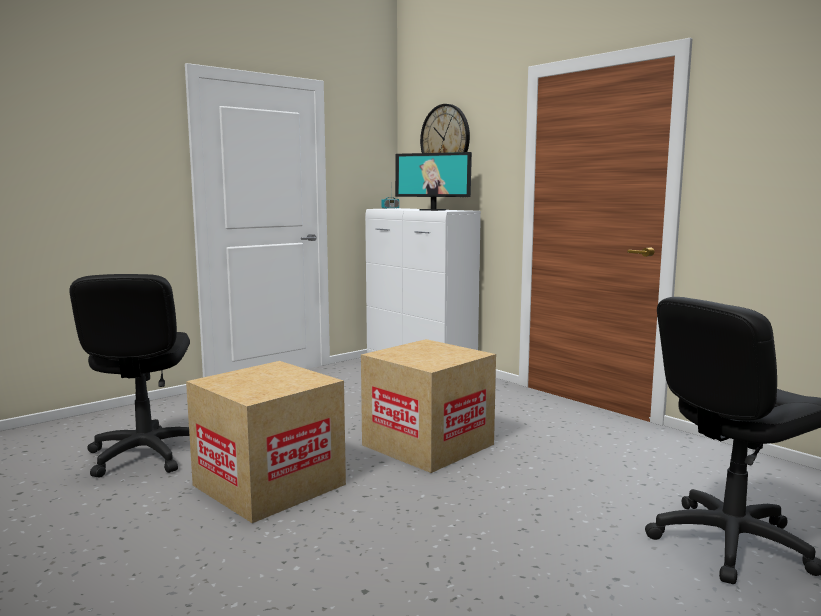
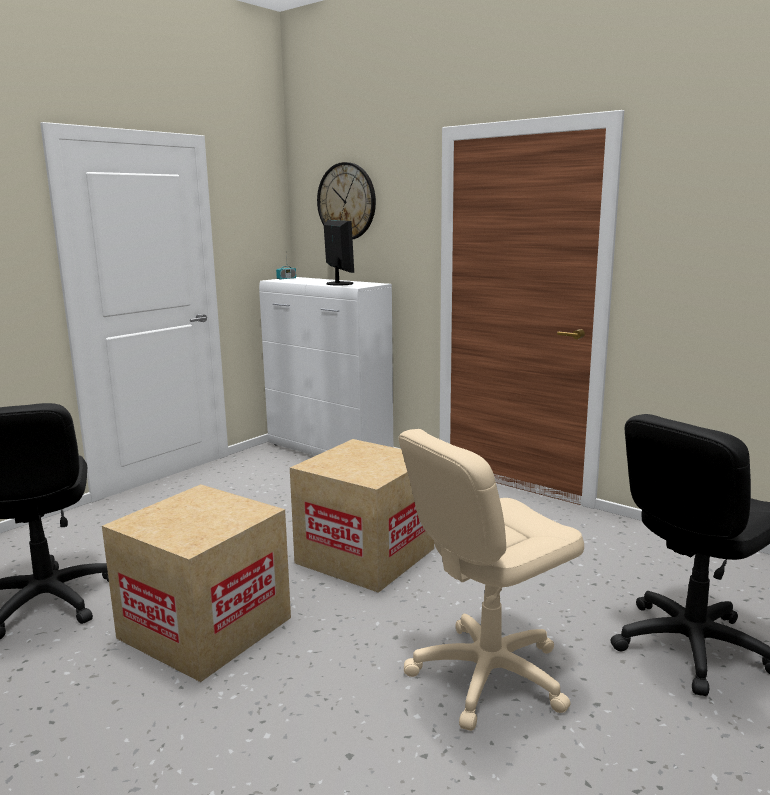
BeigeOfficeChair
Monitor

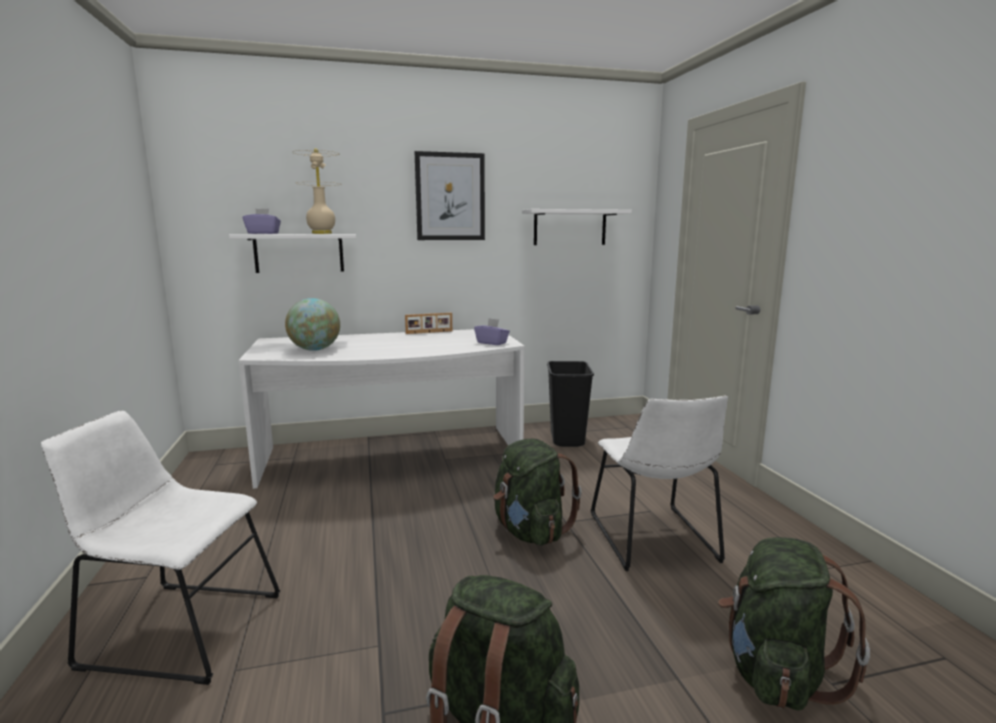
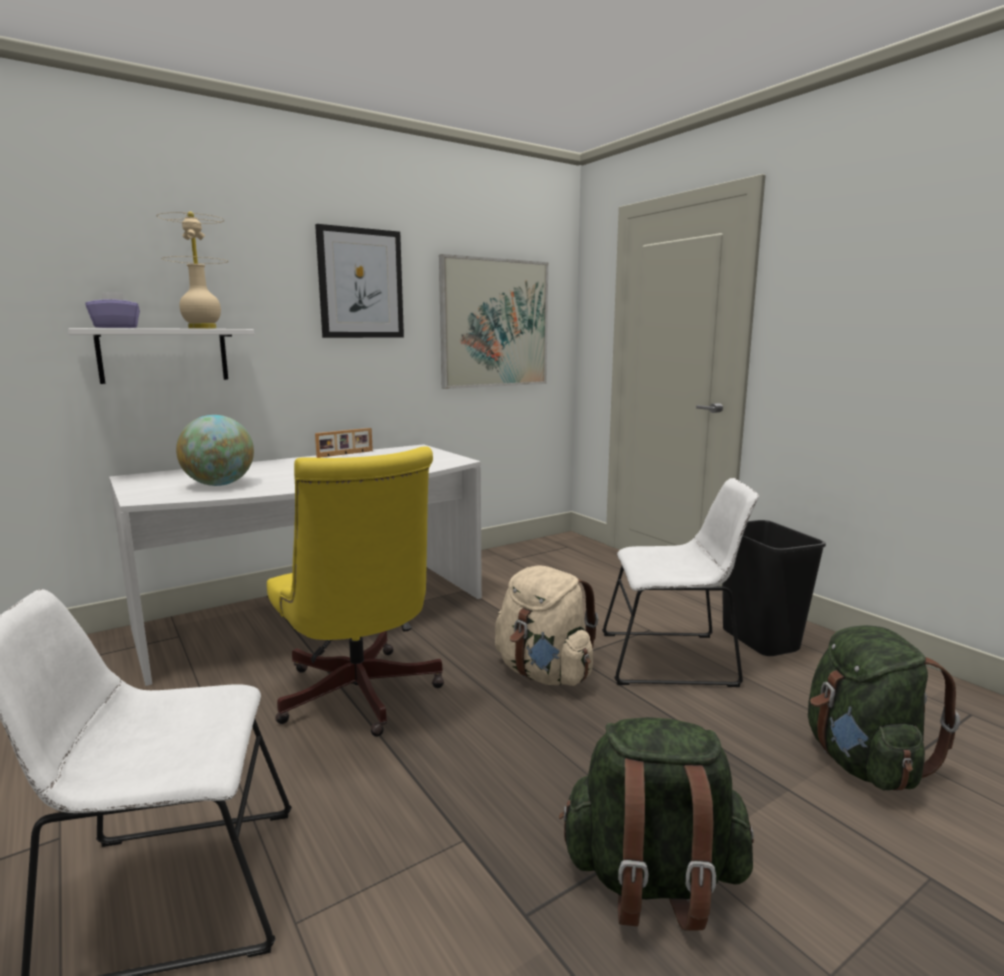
PurpleTissueBox (2nd from left in the first image)
YellowOfficeChair
BlackTrashCan
Picture (2nd from left)
BeigeBackpack
WhiteChair (2nd from left)

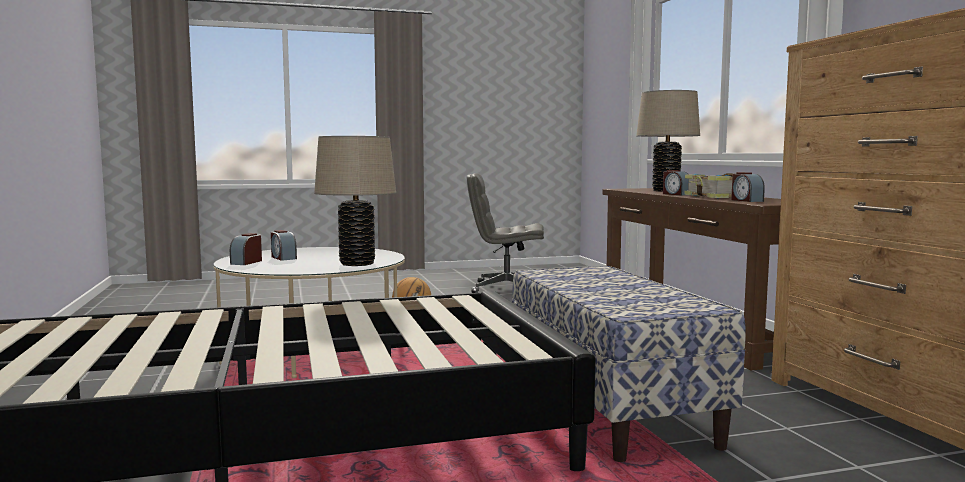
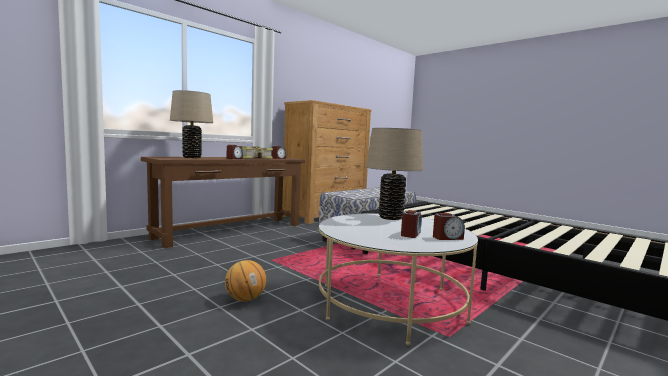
GreyOfficeChair

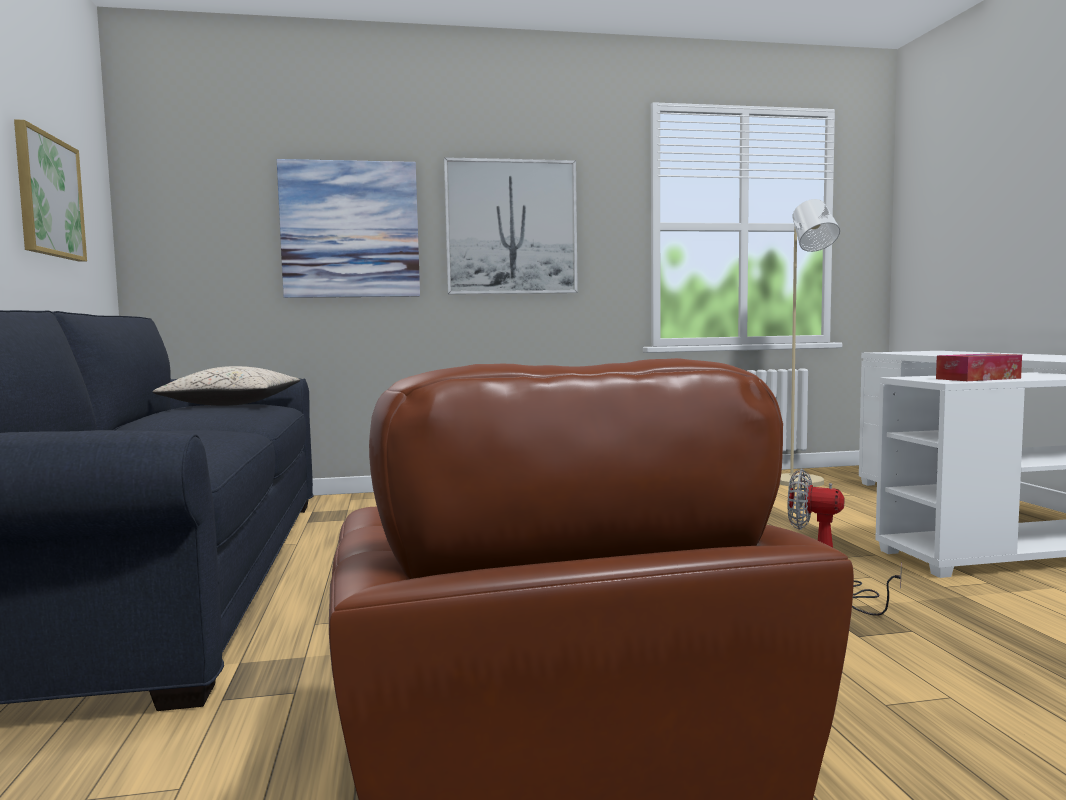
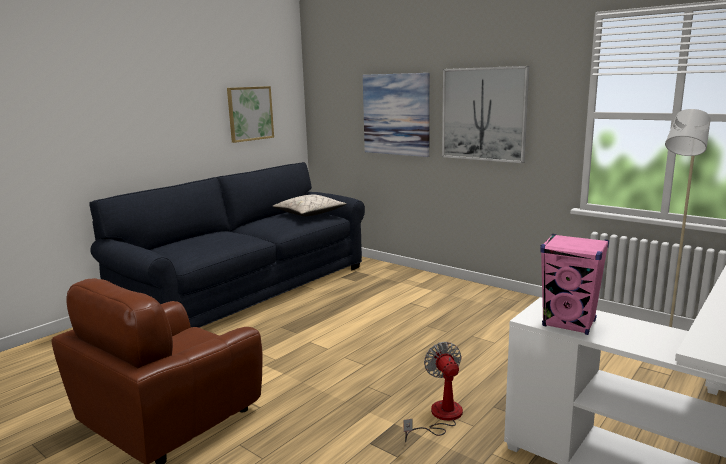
PinkSpeaker

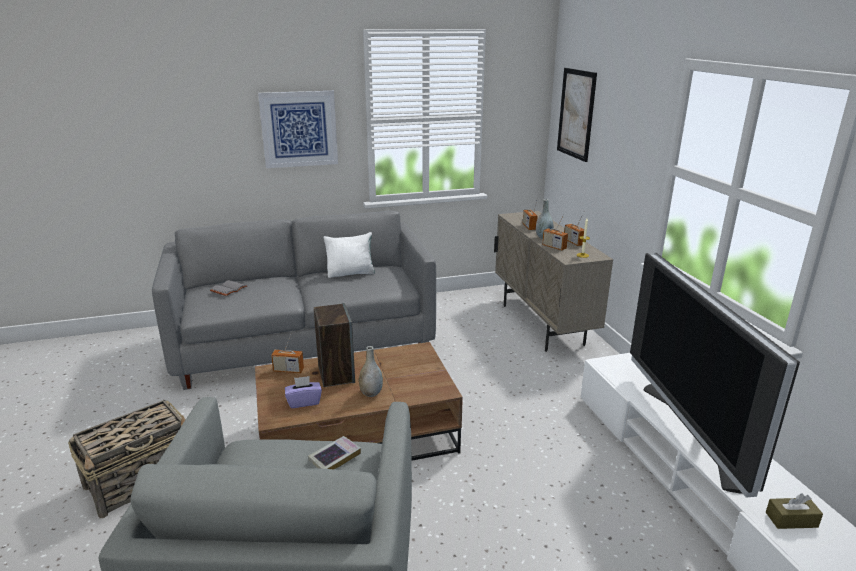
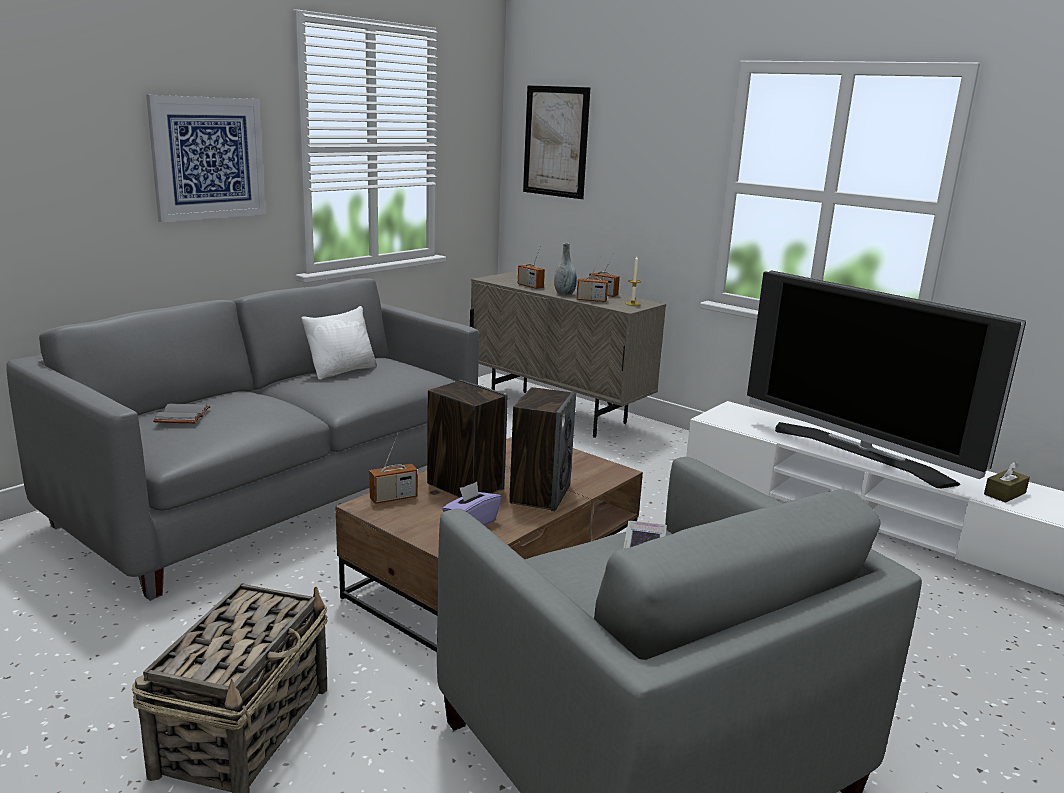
Speaker (2nd from left)

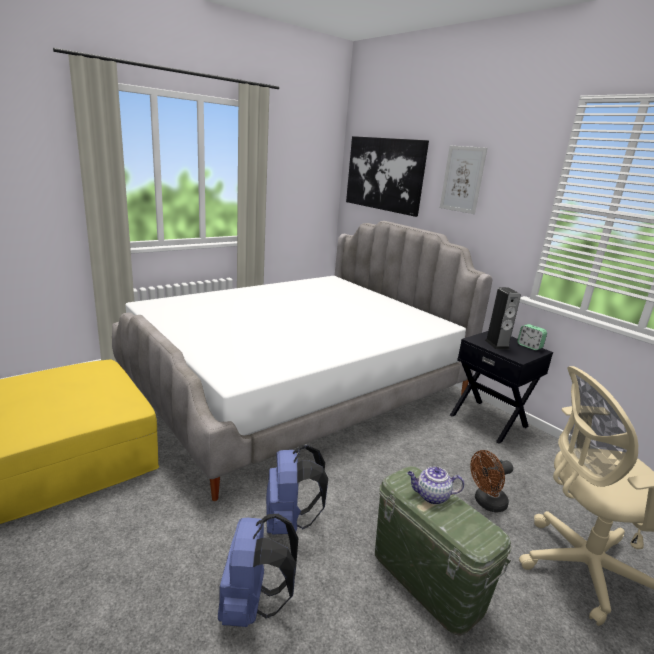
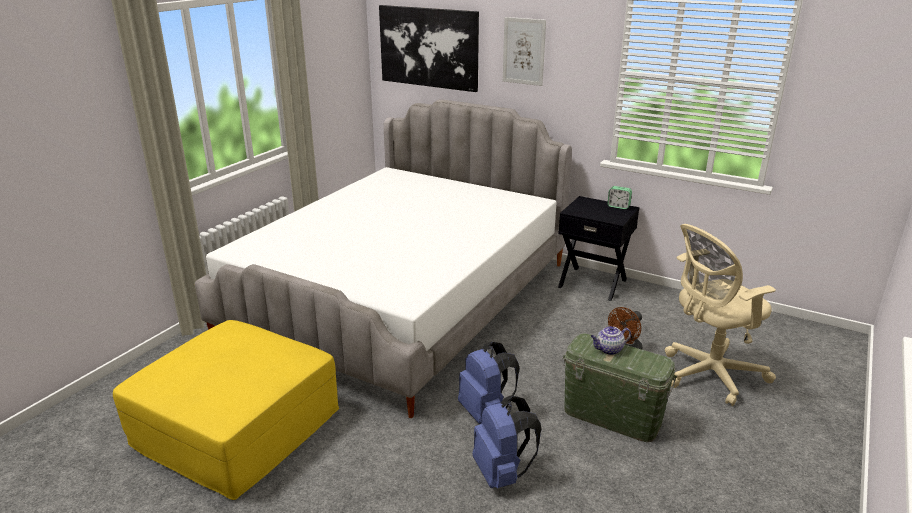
Speaker

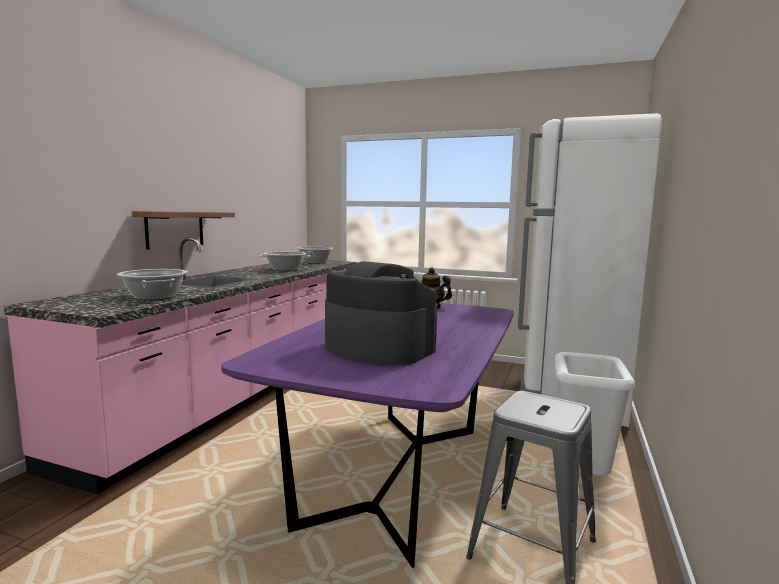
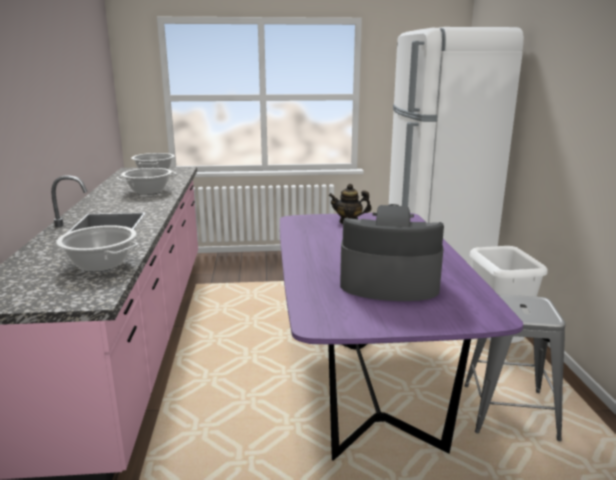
Shelf

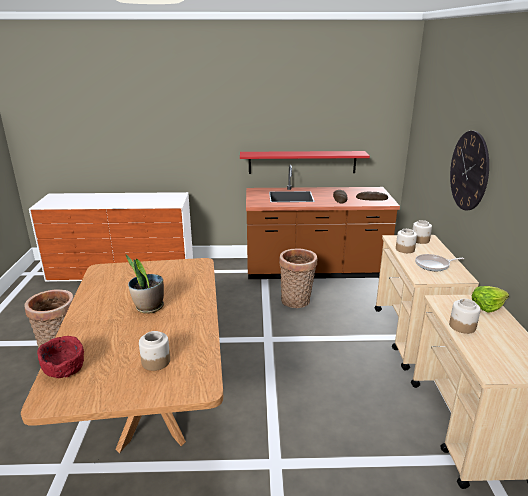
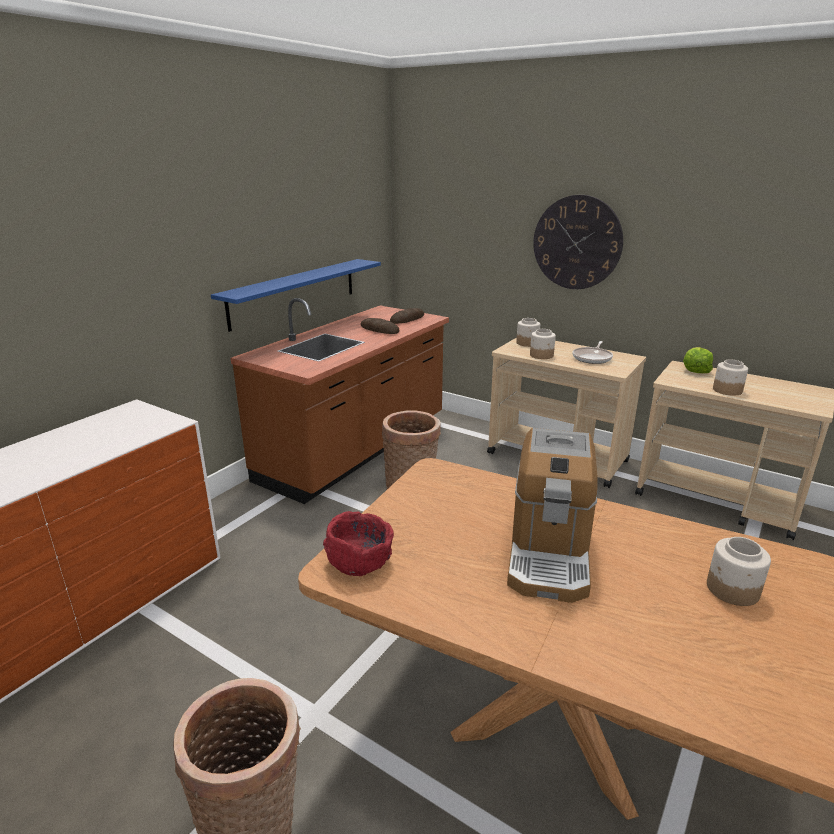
RedBowl
CoffeeMachine
BlueShelf

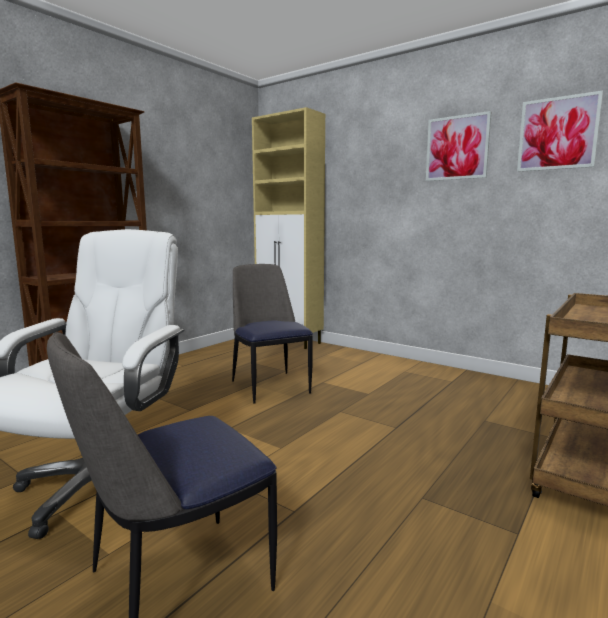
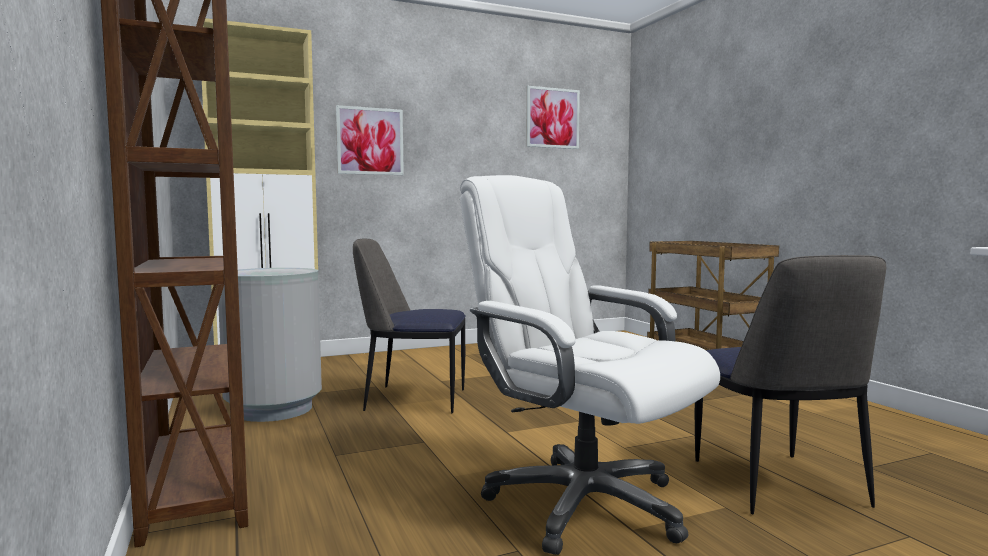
GreyTrashCan
Picture (1st from left)

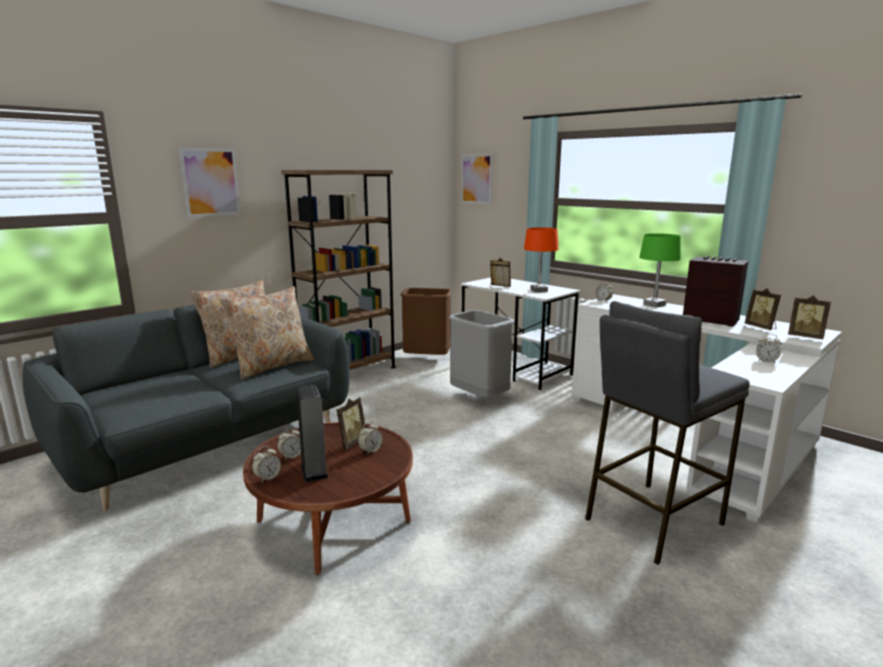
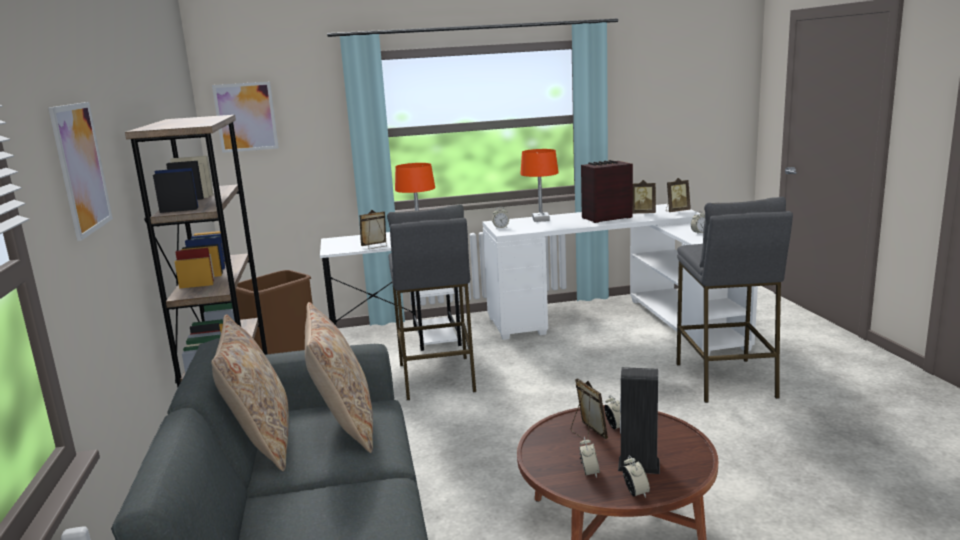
GreyStool (1st from left)
OrangeTableLamp (2nd from left)

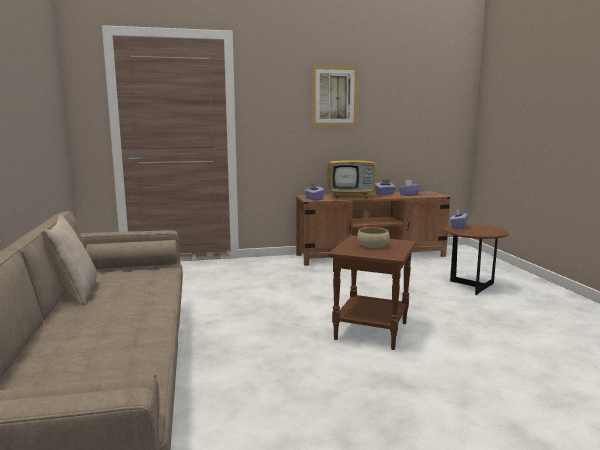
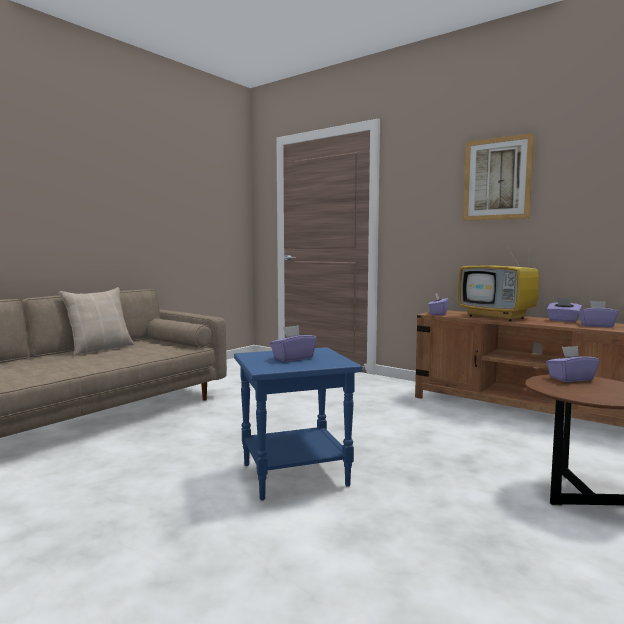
PurpleTissueBox (1st from left)
BlueSideTable

